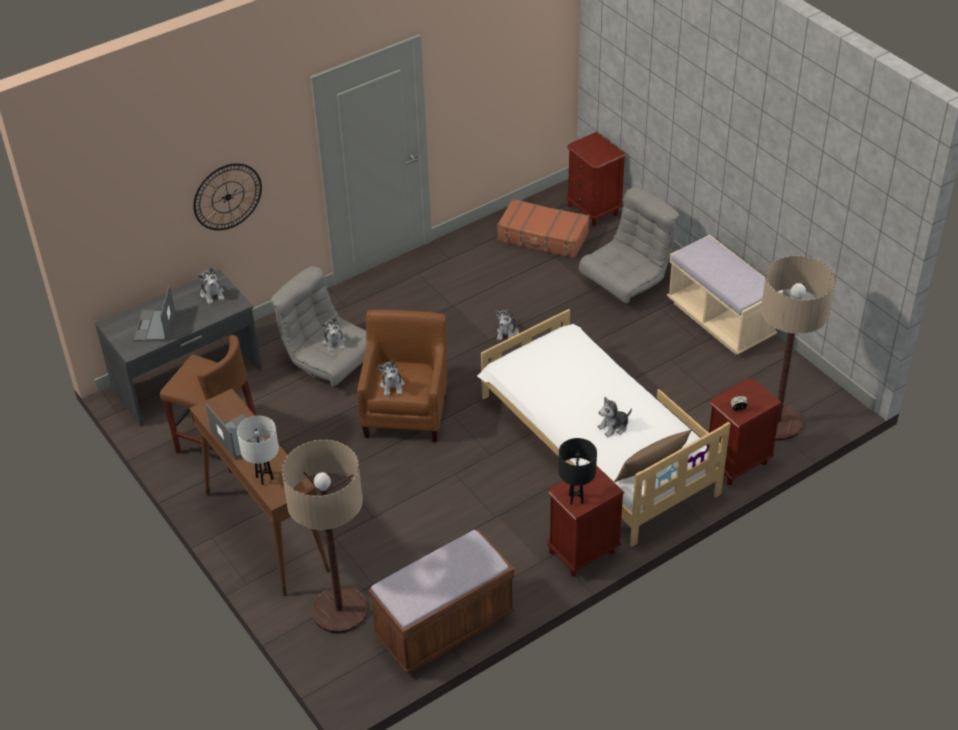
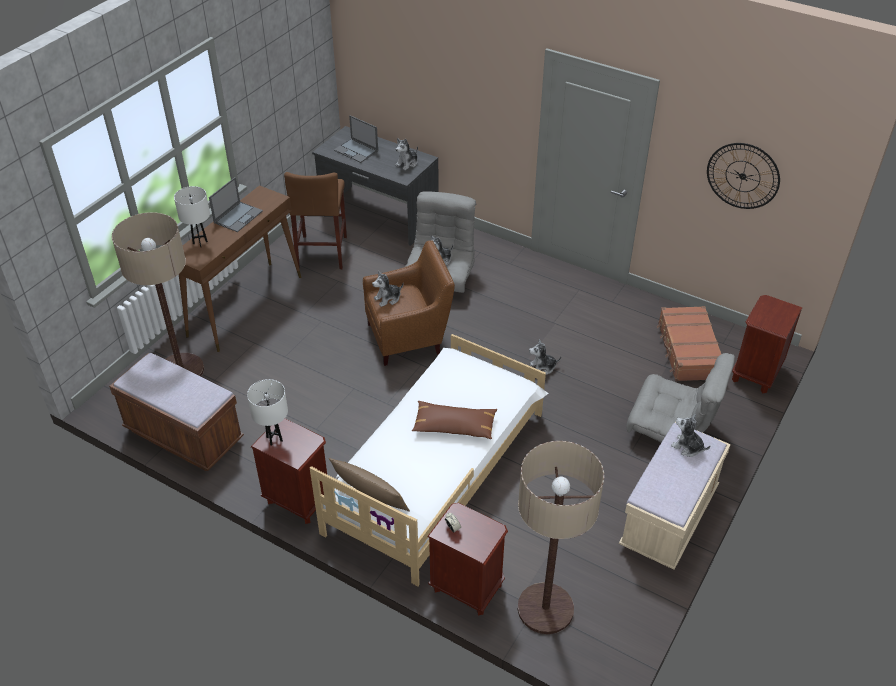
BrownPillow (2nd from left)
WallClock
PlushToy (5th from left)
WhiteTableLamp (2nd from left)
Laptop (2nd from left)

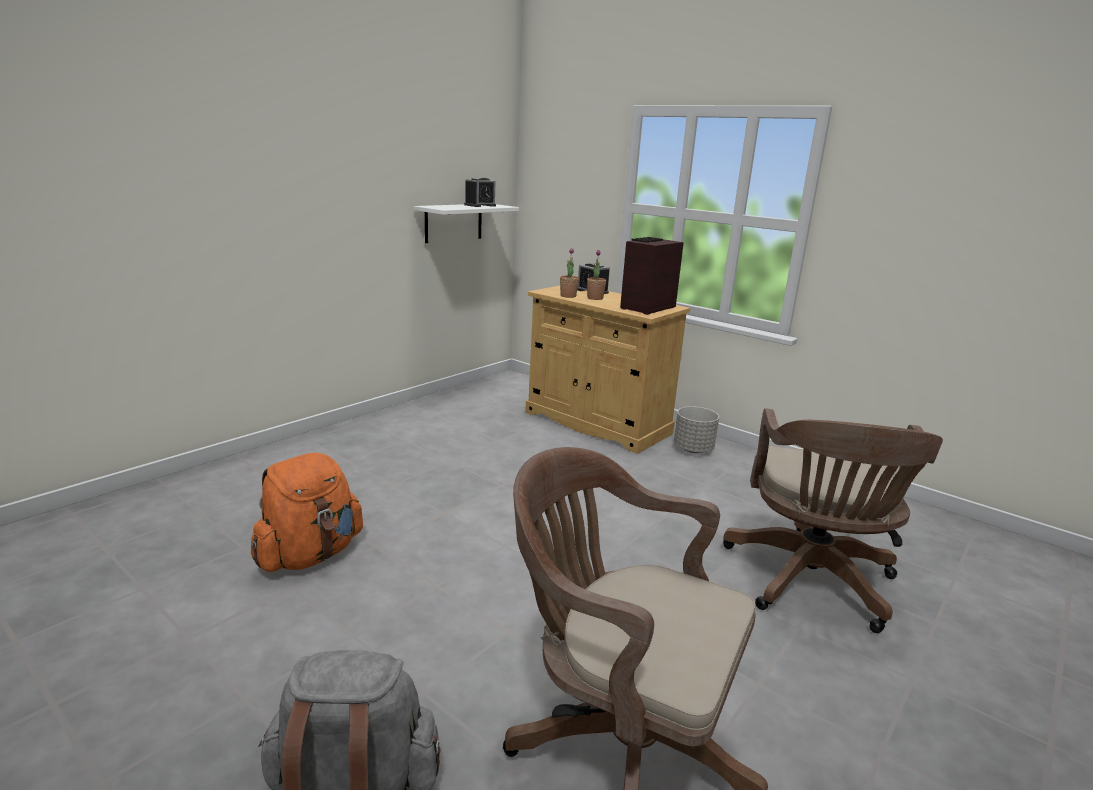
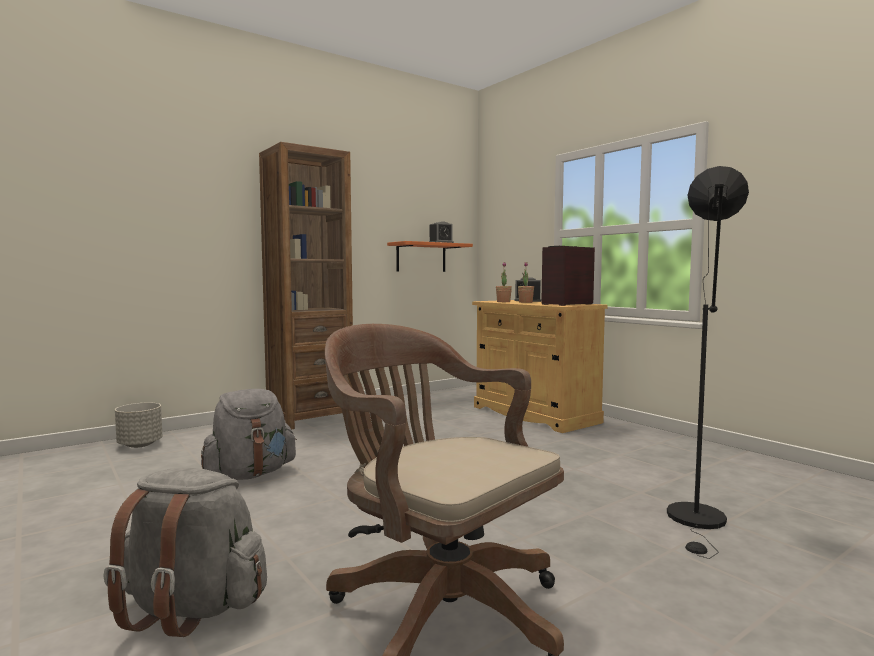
BrownBookcase
GreyPlanter
BlackFloorLamp
GreyBackpack (2nd from left)
OrangeShelf

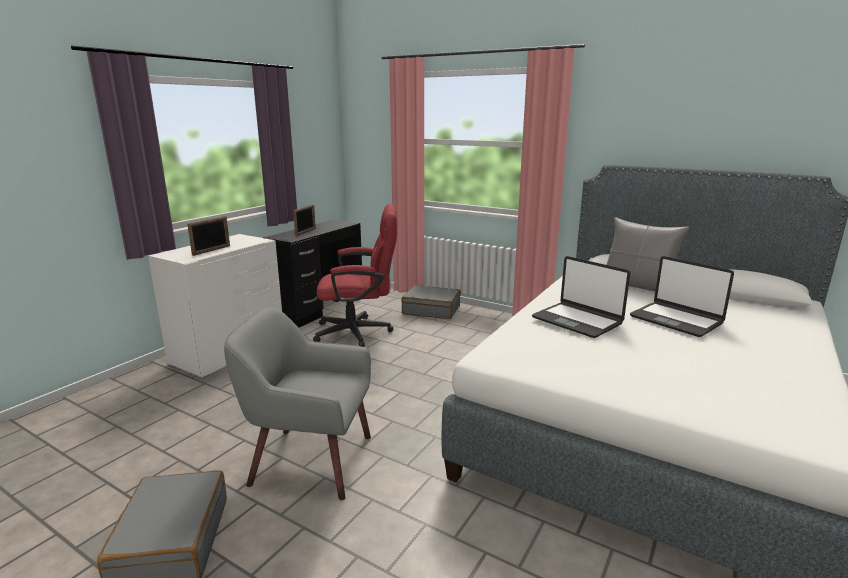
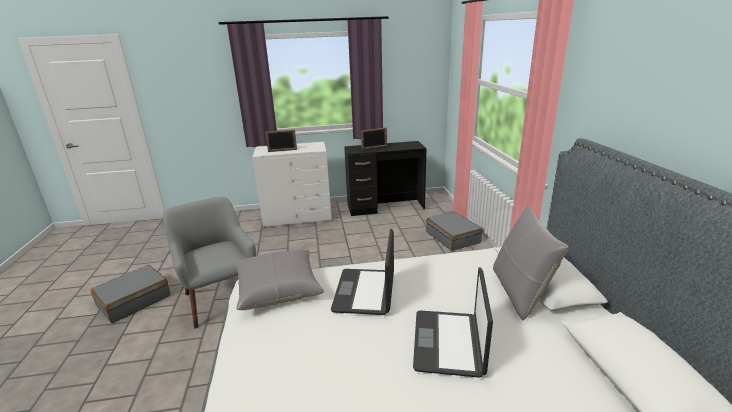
RedOfficeChair
GreyPillow (1st from left)

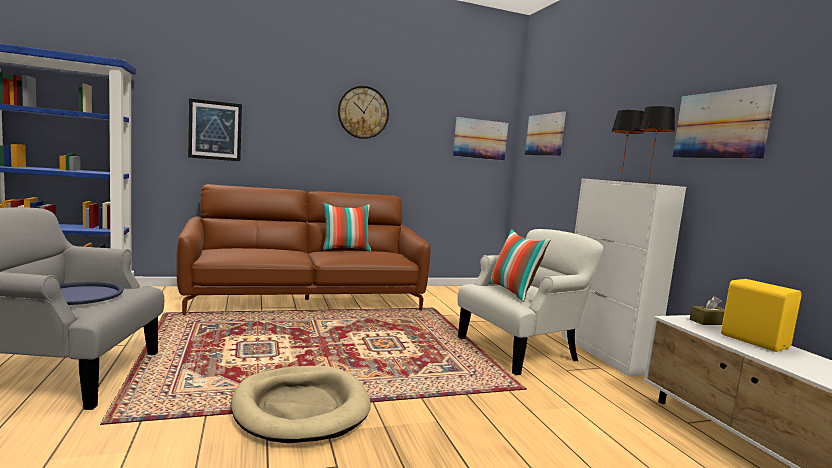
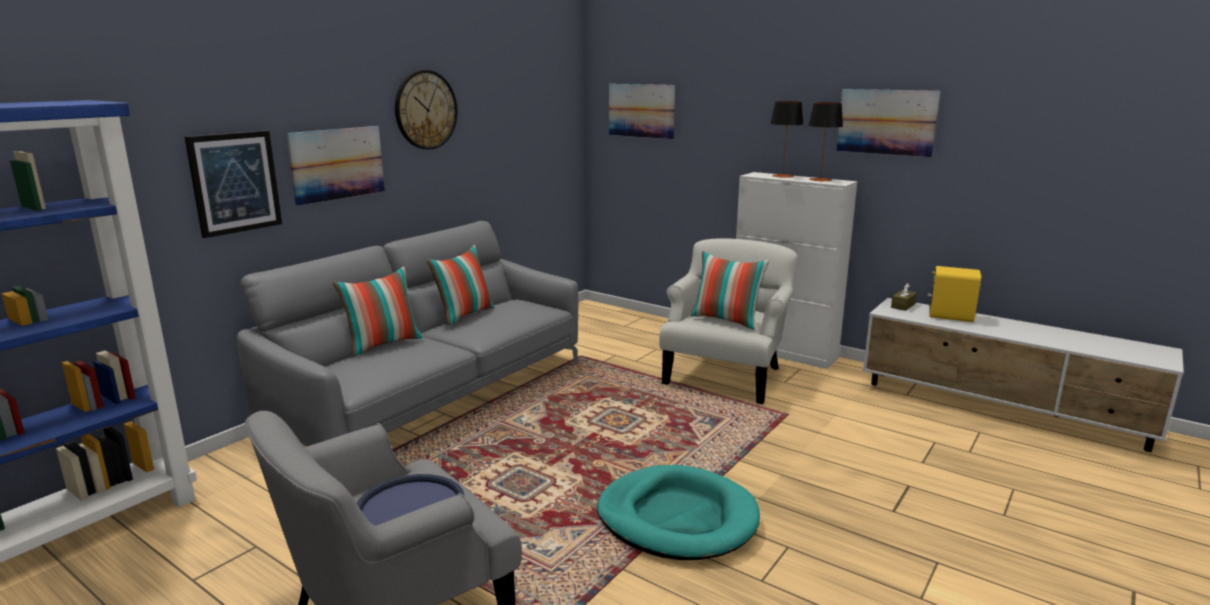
Pillow (1st from left)
Picture (2nd from left)
GreySofa
TurquoiseDogBed

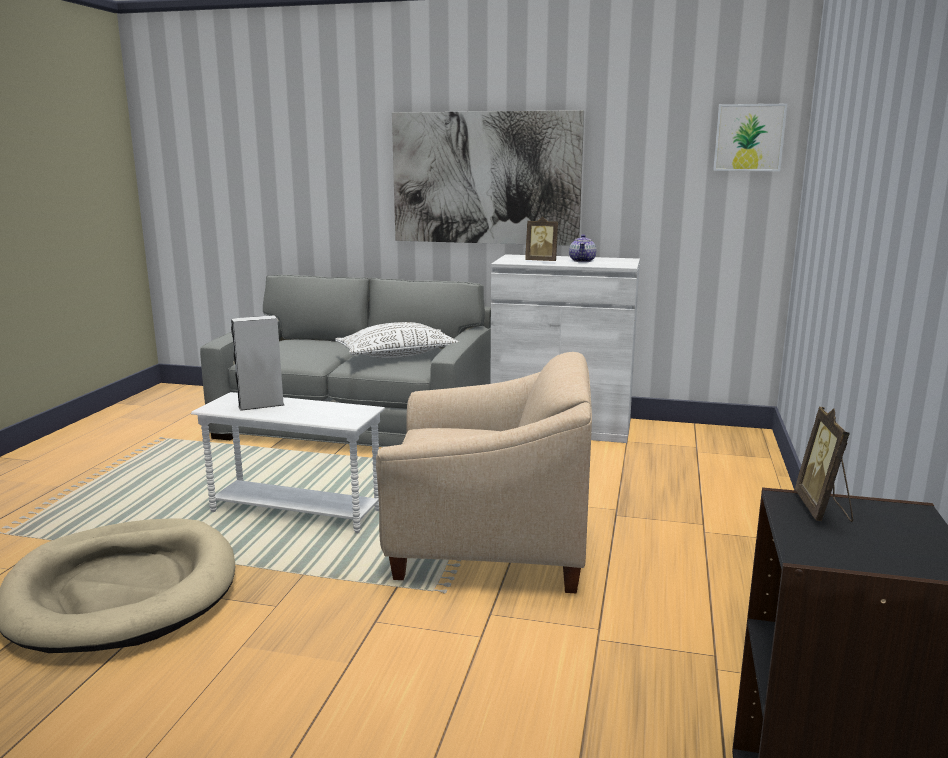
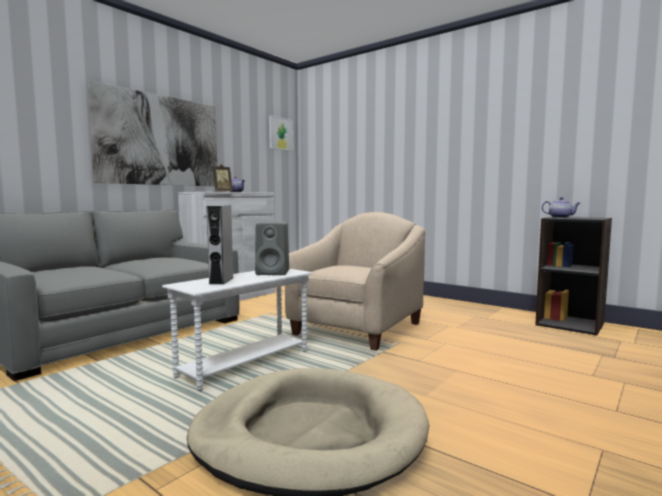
WhitePillow
GreySpeaker (2nd from left)
Teapot (2nd from left)

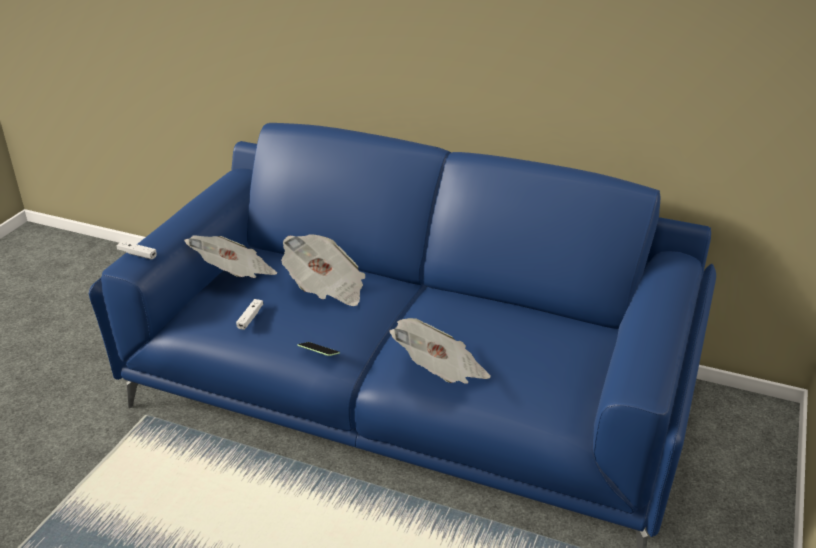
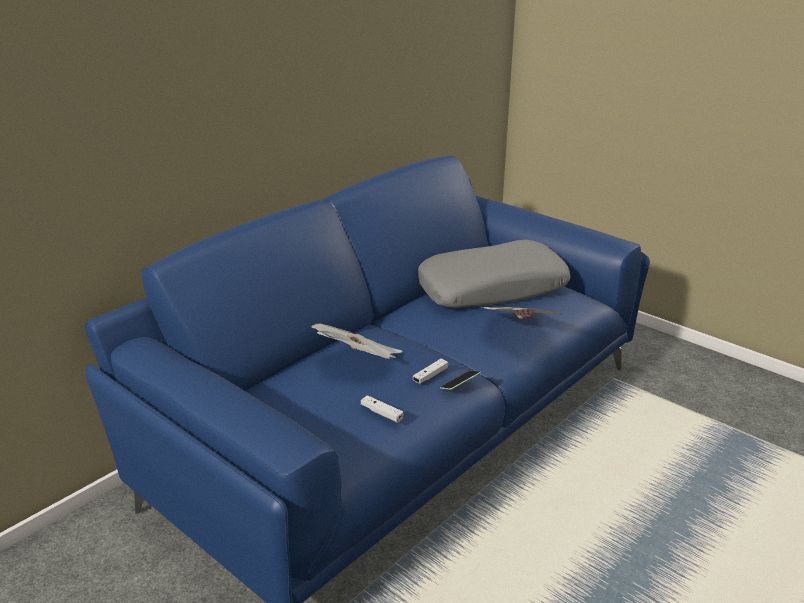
Newspaper (1st from left in the first image)
GreyPillow
WhiteGameController (2nd from left)

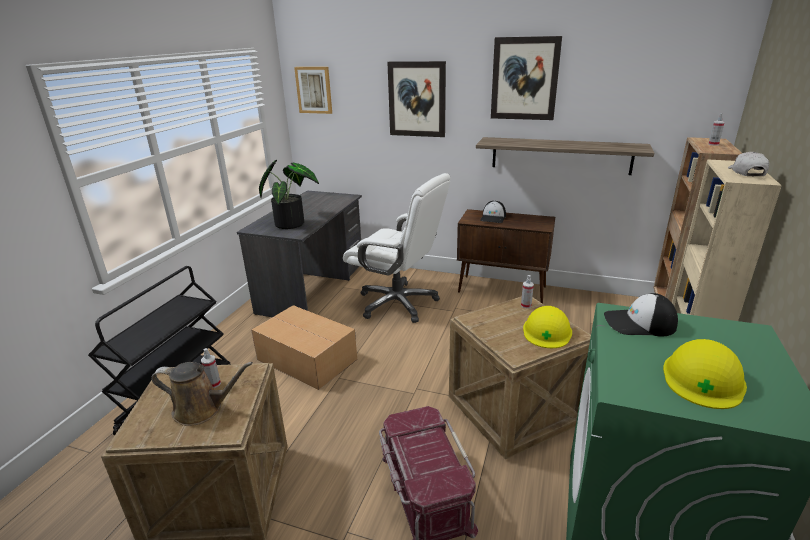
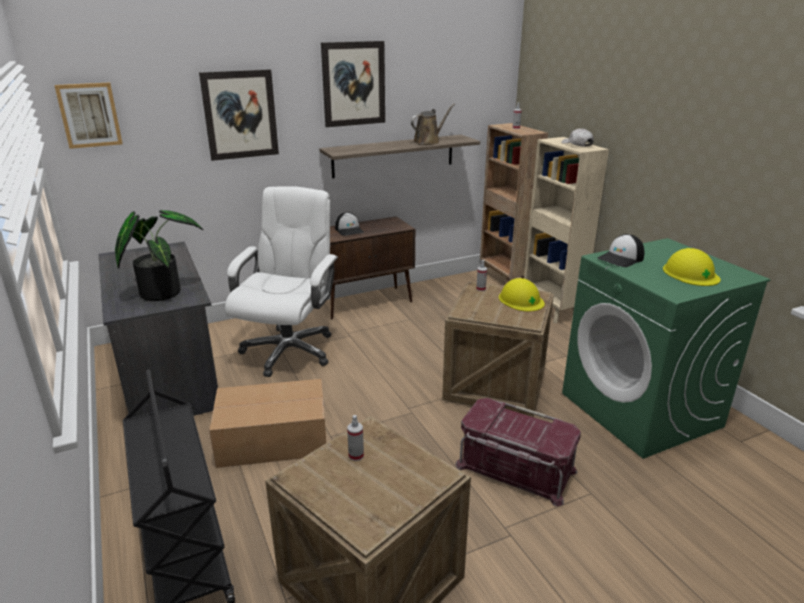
BrownWateringCan
WhiteOfficeChair

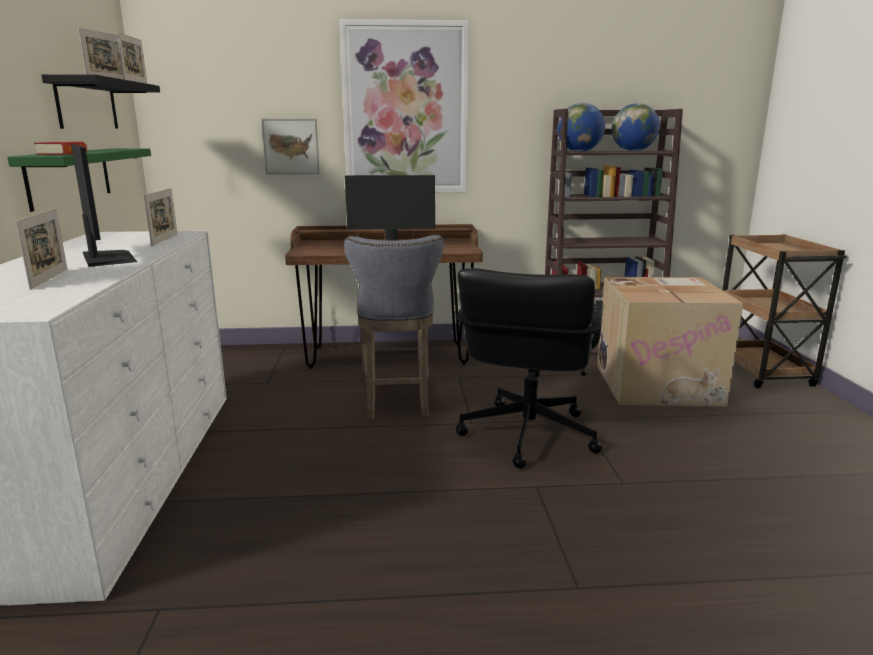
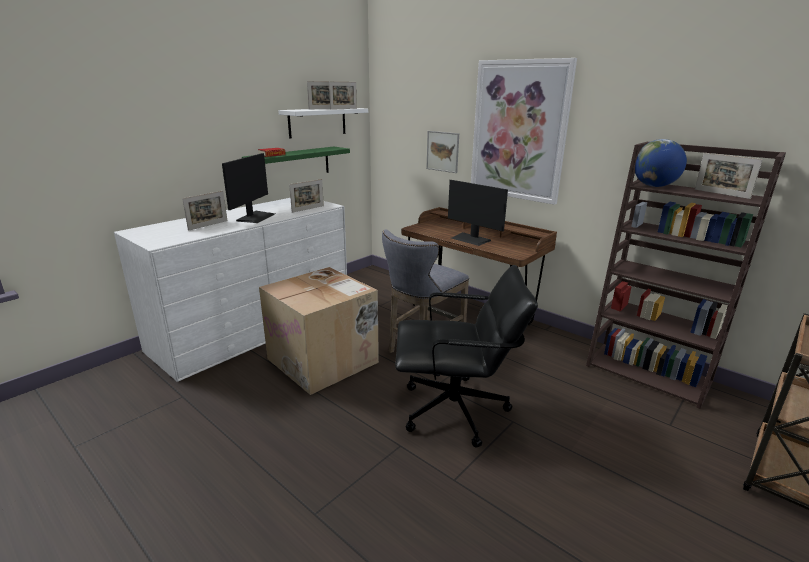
CardboardBox
PictureFrame (5th from left)
WhiteShelf
BlackOfficeChair

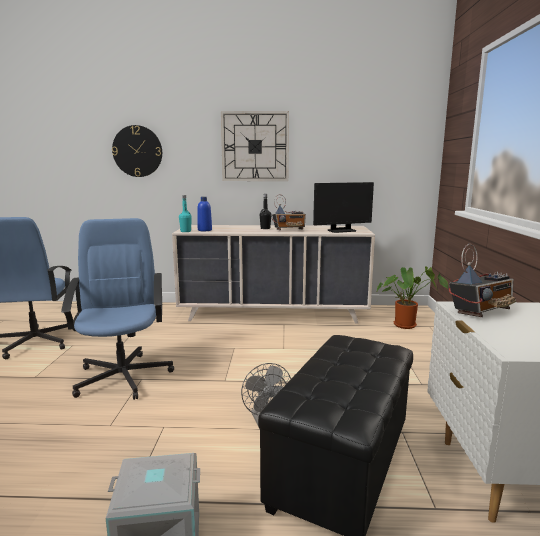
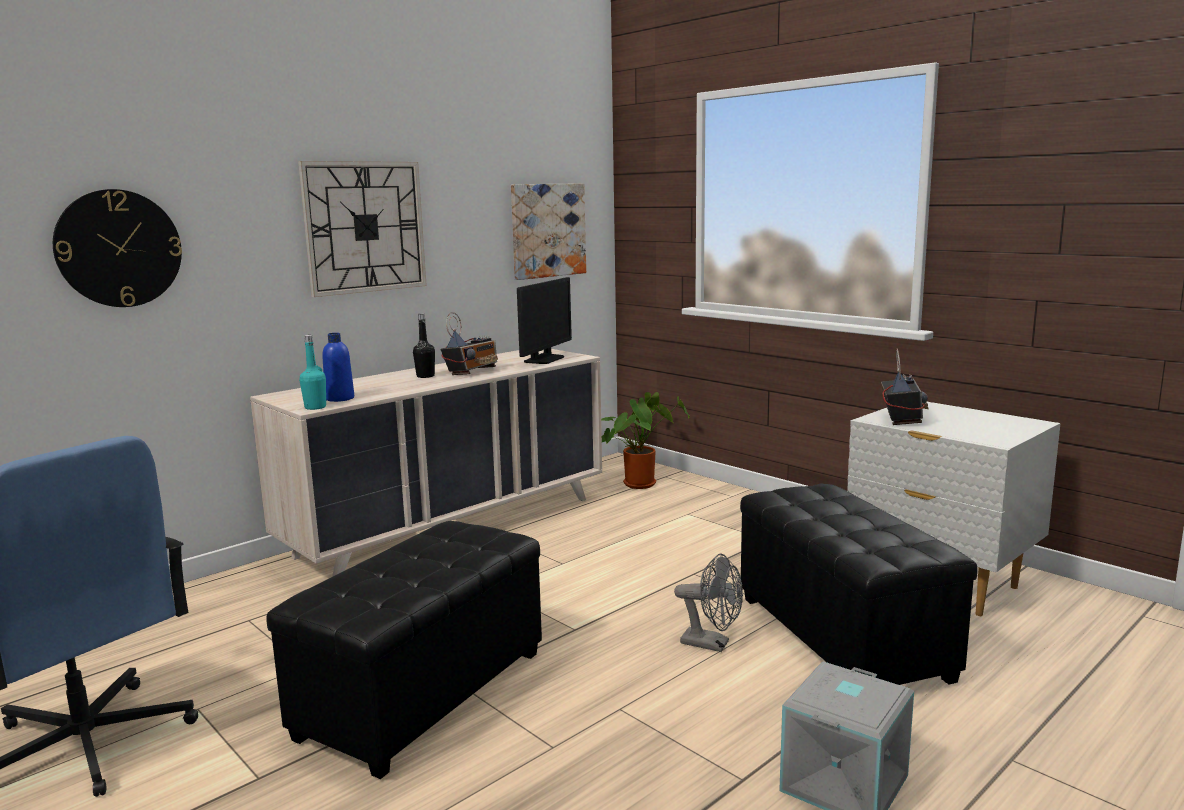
Picture
BlackOttoman (1st from left)

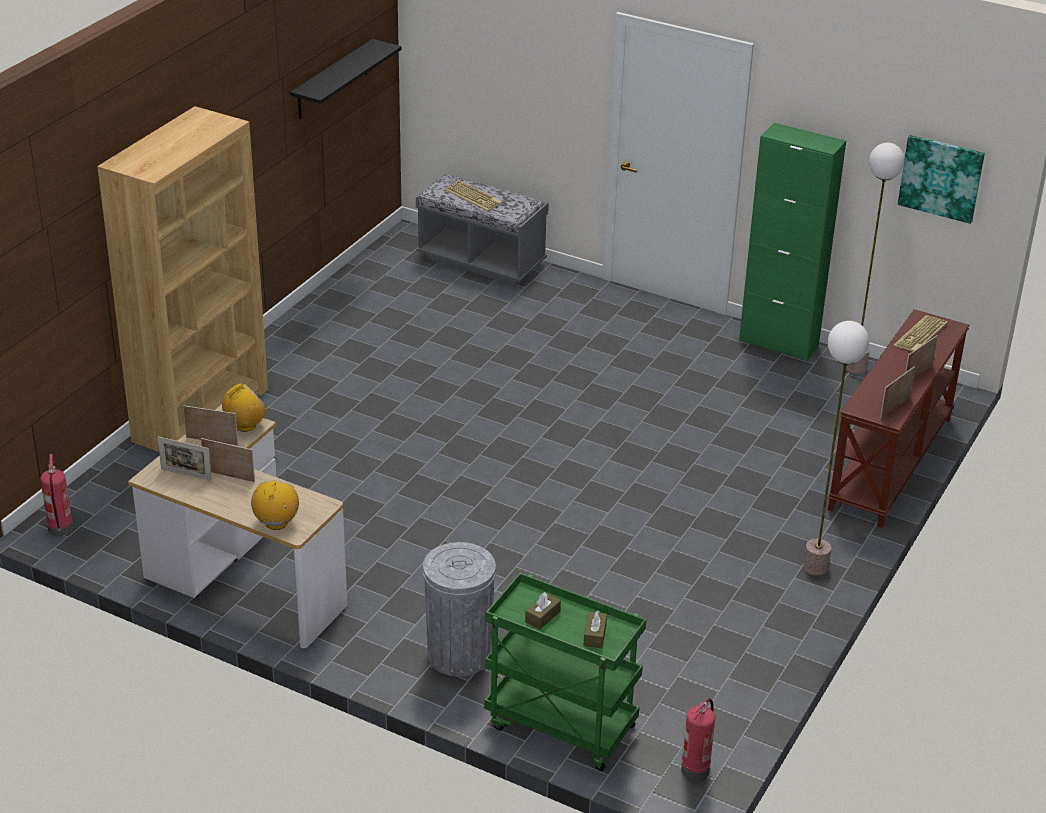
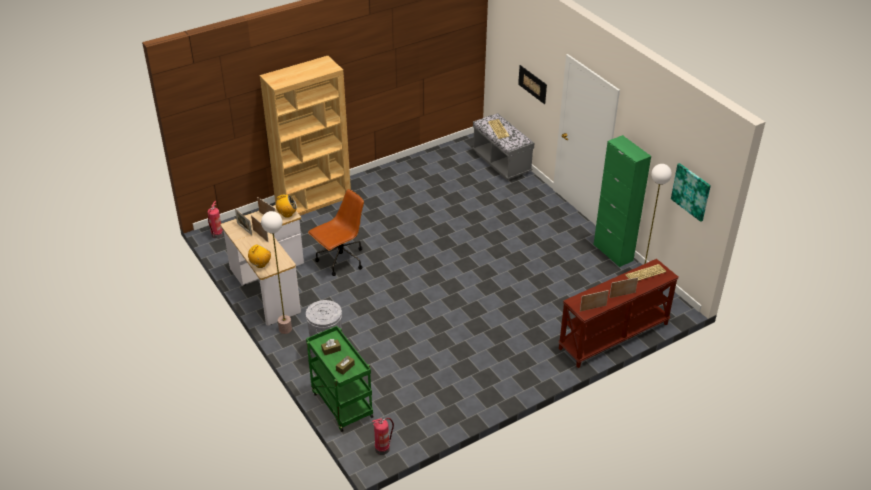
BlackShelf
BrownOfficeChair
Picture (1st from left)
FloorLamp (1st from left)

